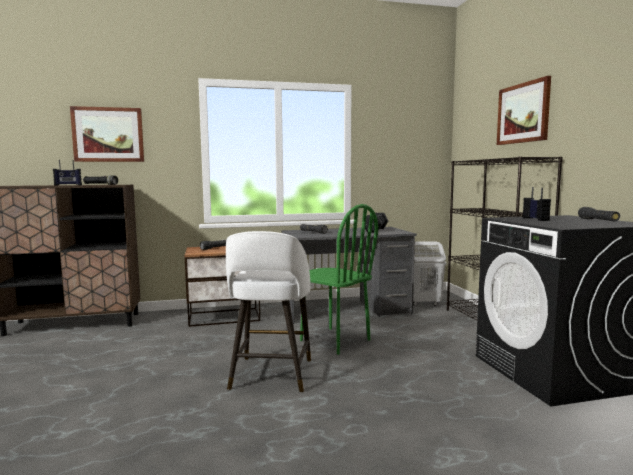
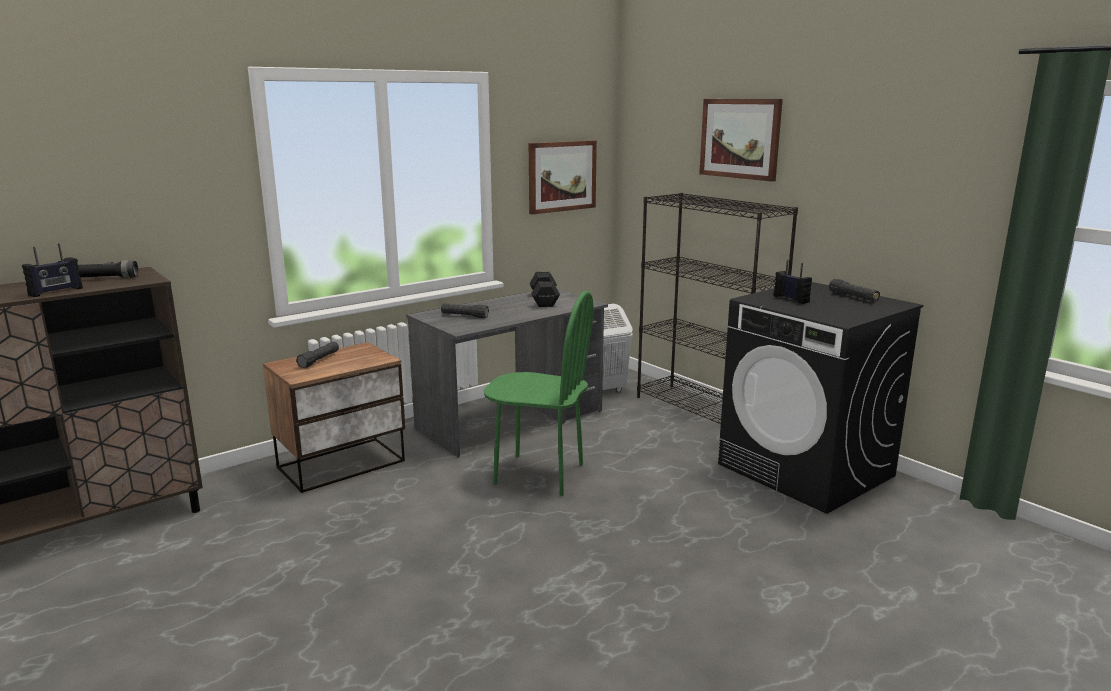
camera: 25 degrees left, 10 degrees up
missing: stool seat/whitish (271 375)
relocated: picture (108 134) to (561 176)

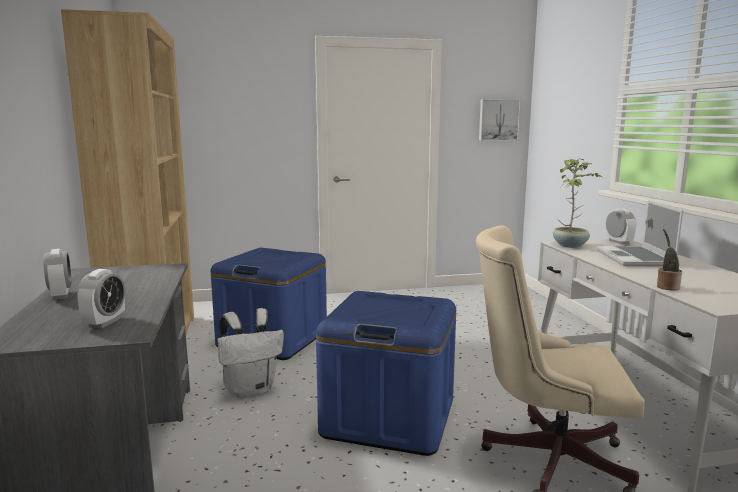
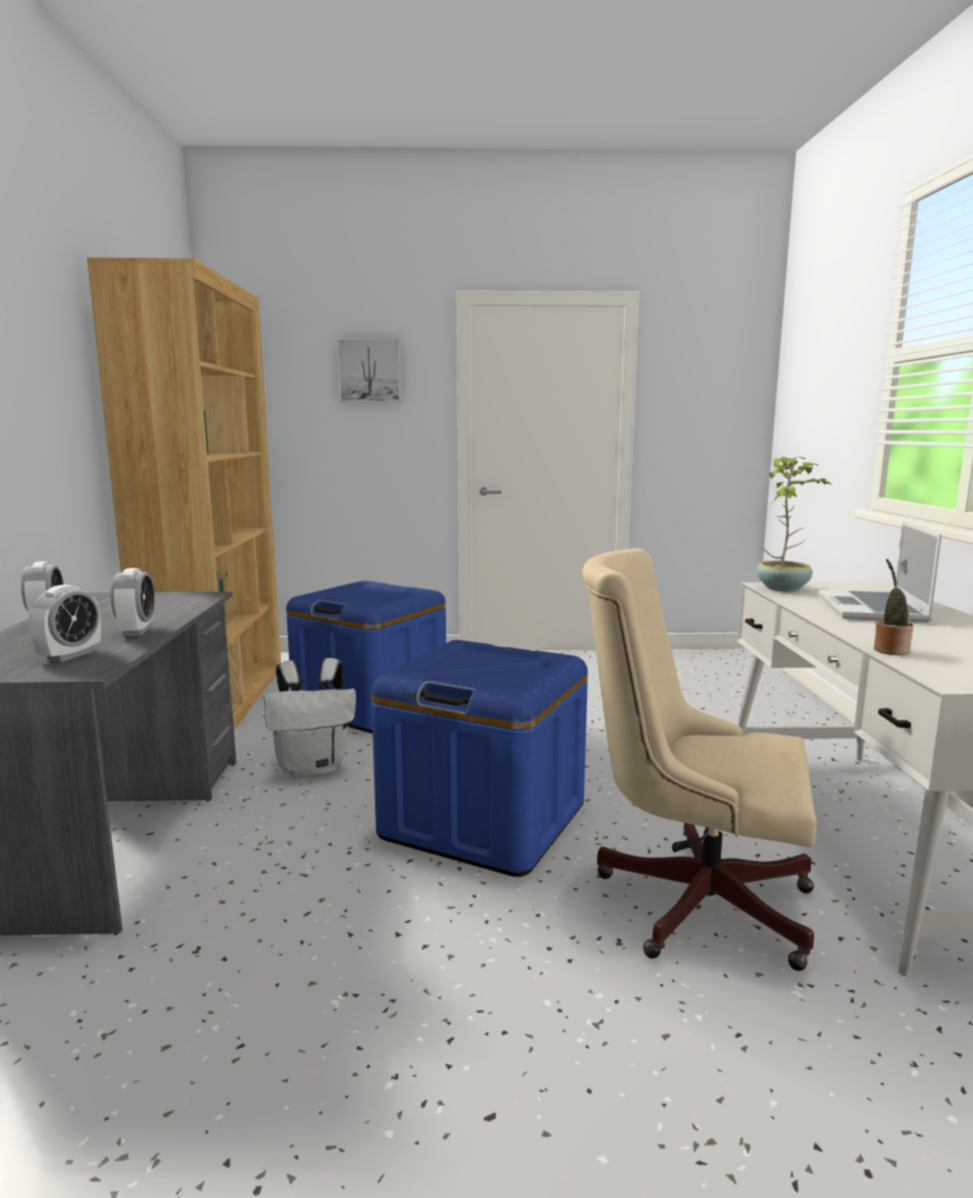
camera: 10 degrees right, 0 degrees up
relocated: table clock (618 242) to (137 631); picture (498 120) to (370 371)

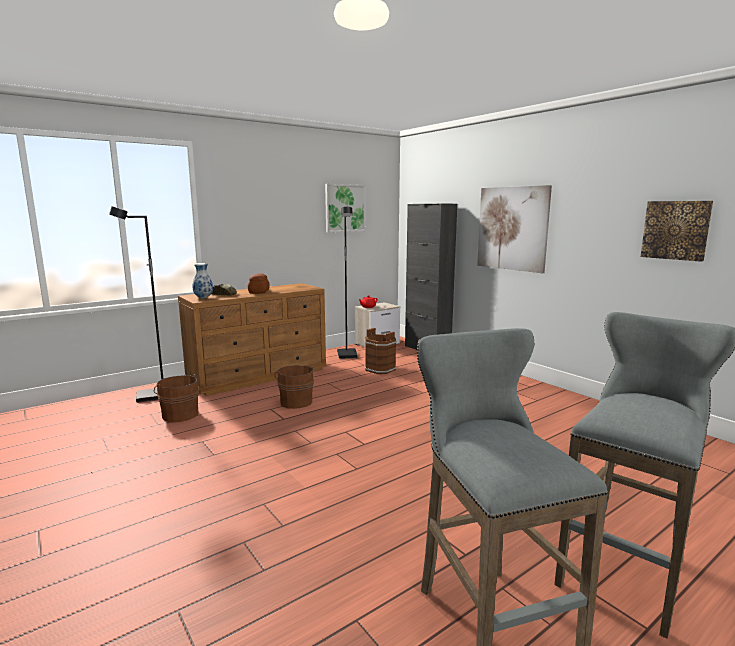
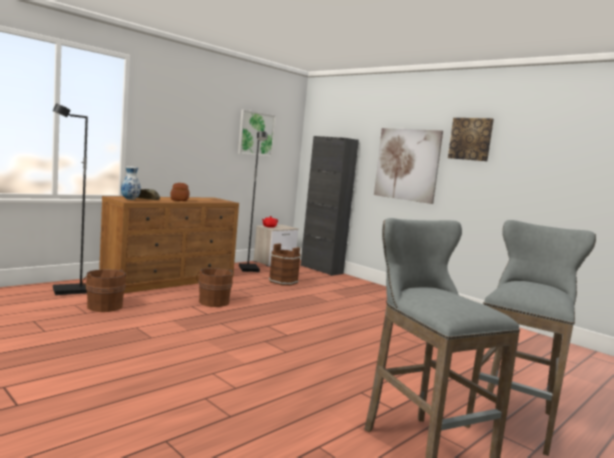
camera: 10 degrees left, 5 degrees down
relocated: picture (676 230) to (470 139)

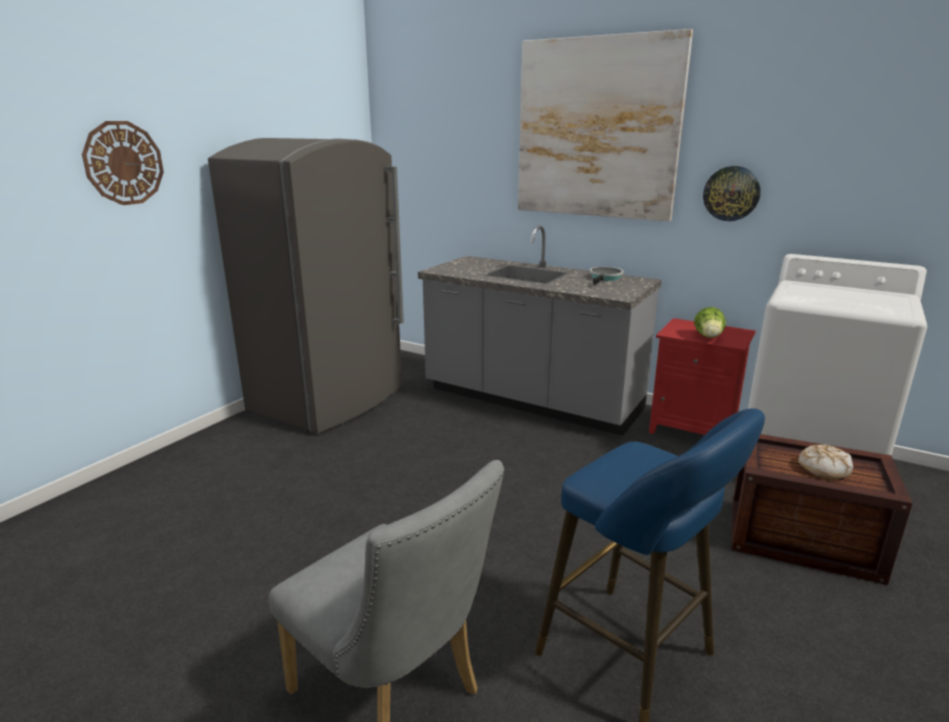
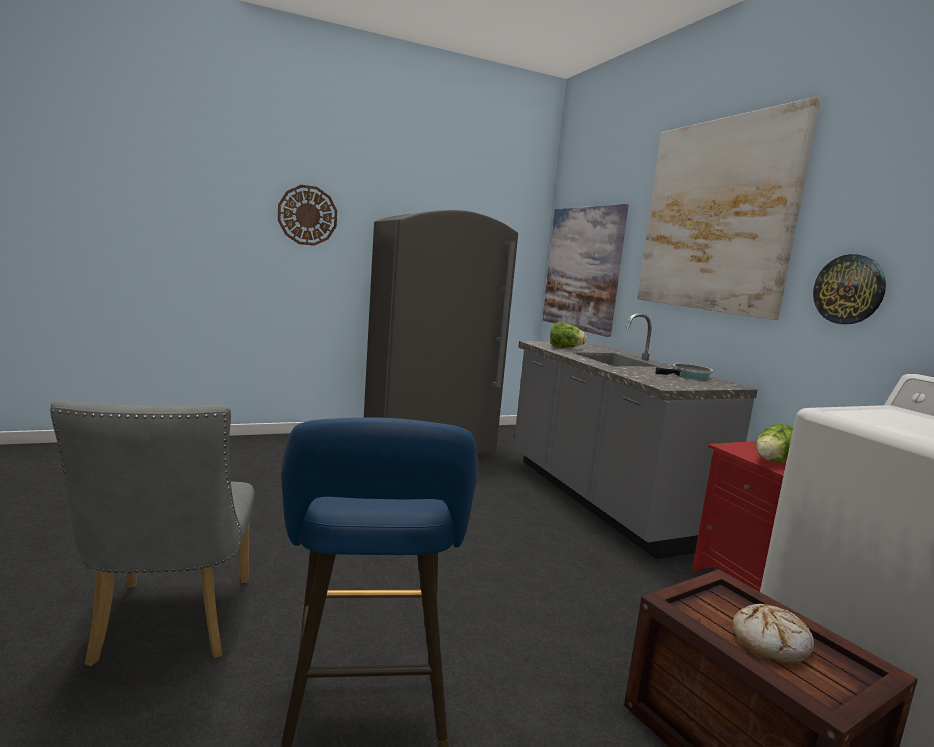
camera: 35 degrees right, 10 degrees down
appeared: picture (582 268); head of lettuce (565 348)

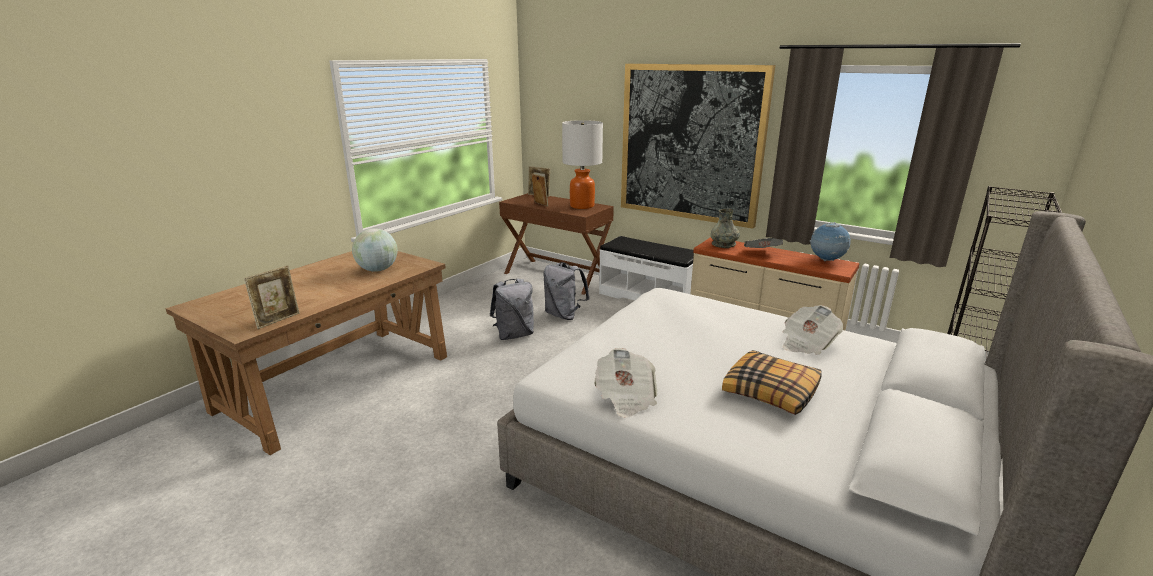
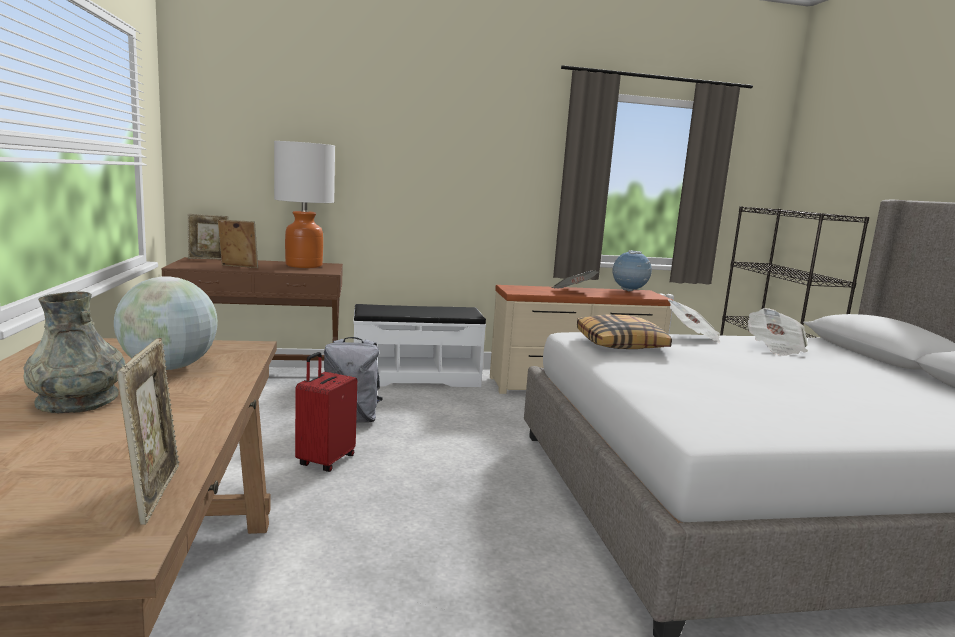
camera: 45 degrees left, 10 degrees down
missing: picture (690 143)
relocated: decorative vase/greyish (723 244) to (78 401); pillow (771 391) to (621 344); daily paper (625 398) to (693 336)
exchanged: backpack/greyish (514 335) to travel case/red (325 461)

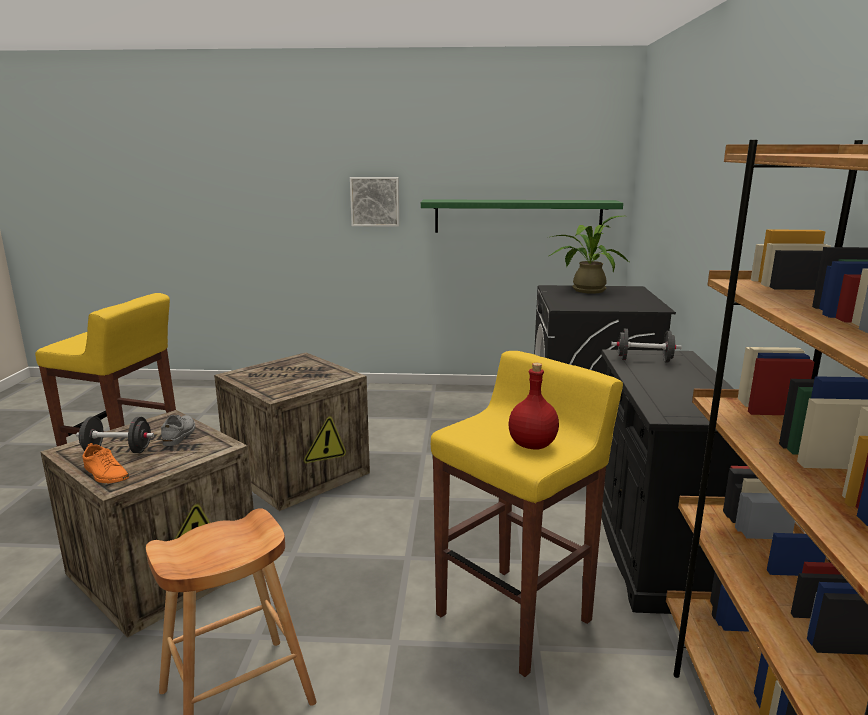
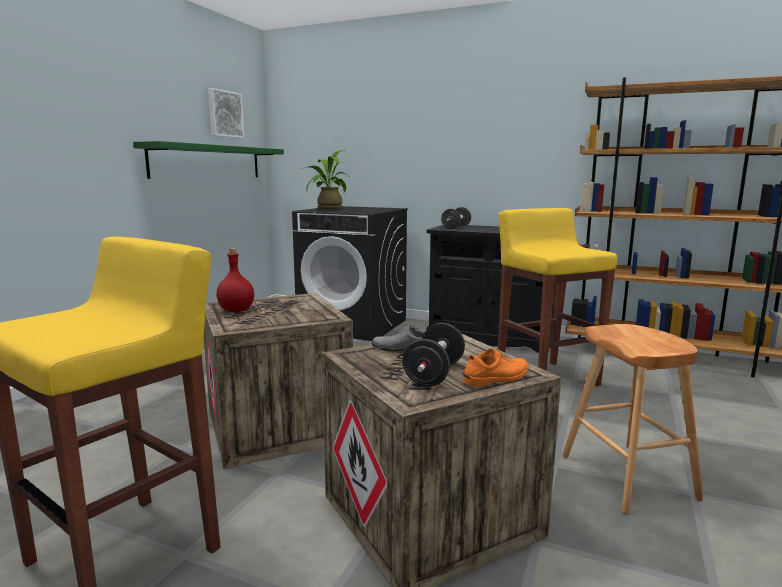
camera: 70 degrees left, 5 degrees down
relocated: picture (375 201) to (224 114); drink bottle/red (533 445) to (237 310)

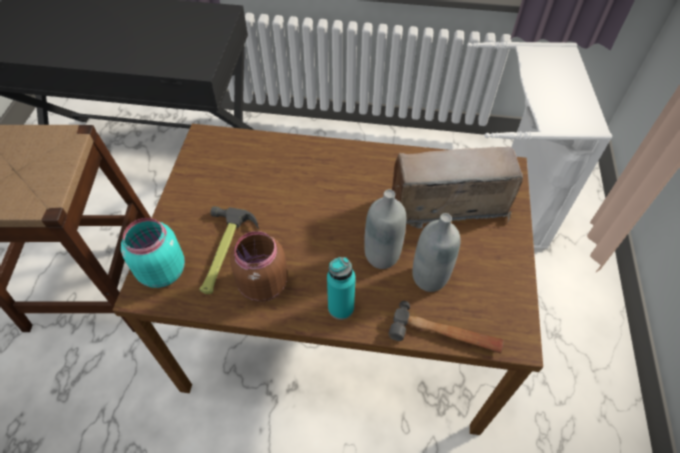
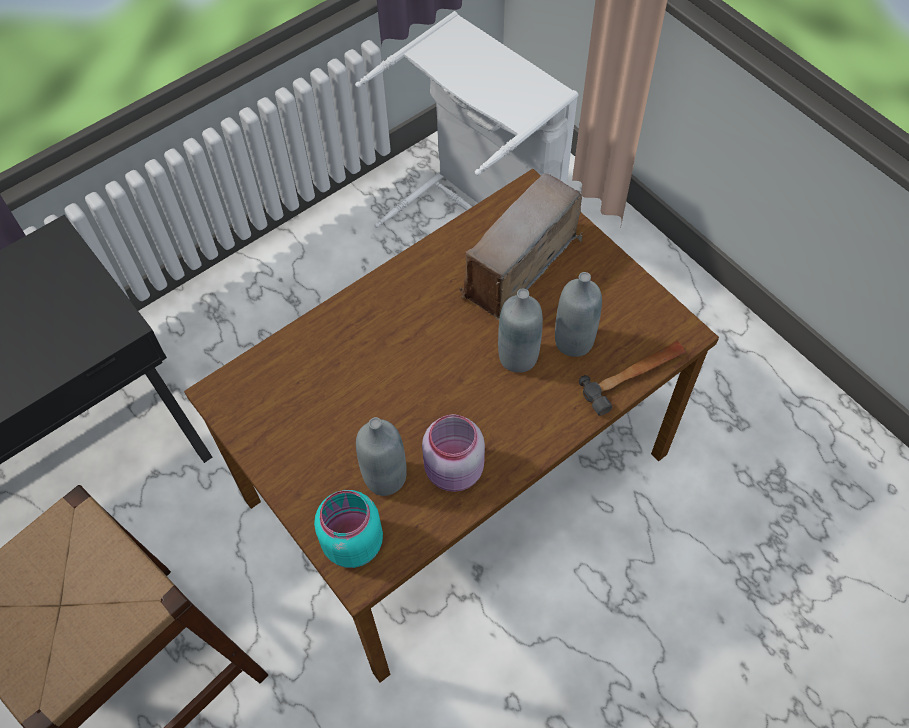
camera: 45 degrees left, 5 degrees up
missing: drink bottle/turquoise (341 308)
exchanged: hand hammer (223 252) to drink bottle/greyish (385 477)
colour: preserve jar/brown (262 285) to preserve jar/pink-coloured (453 471)

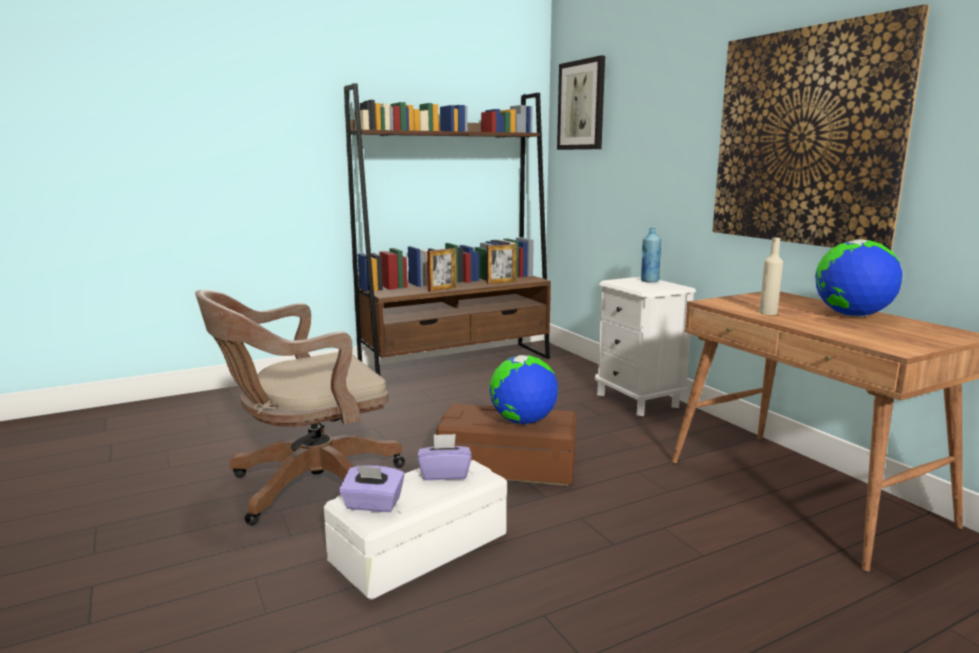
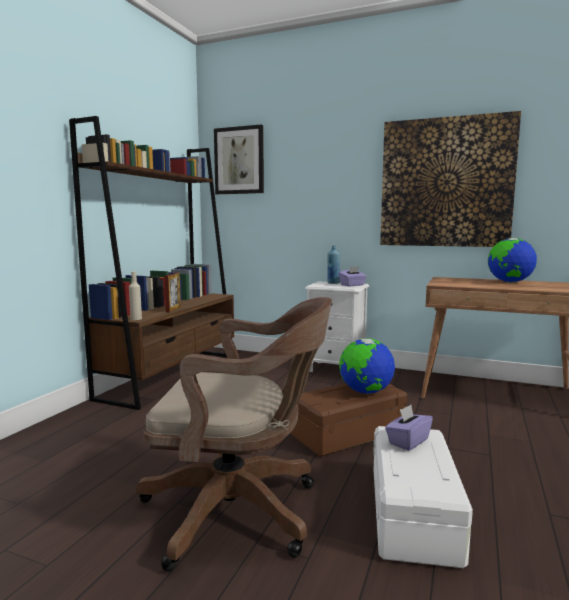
camera: 40 degrees left, 5 degrees down
missing: photo frame (501 282)
relocated: drink bottle/beige (768 312) to (136 319); box of tissues/purple-coloured (372 505) to (352 285)
spun: office chair/brown (308 486) = (240 511) 105 degrees counterclockwise

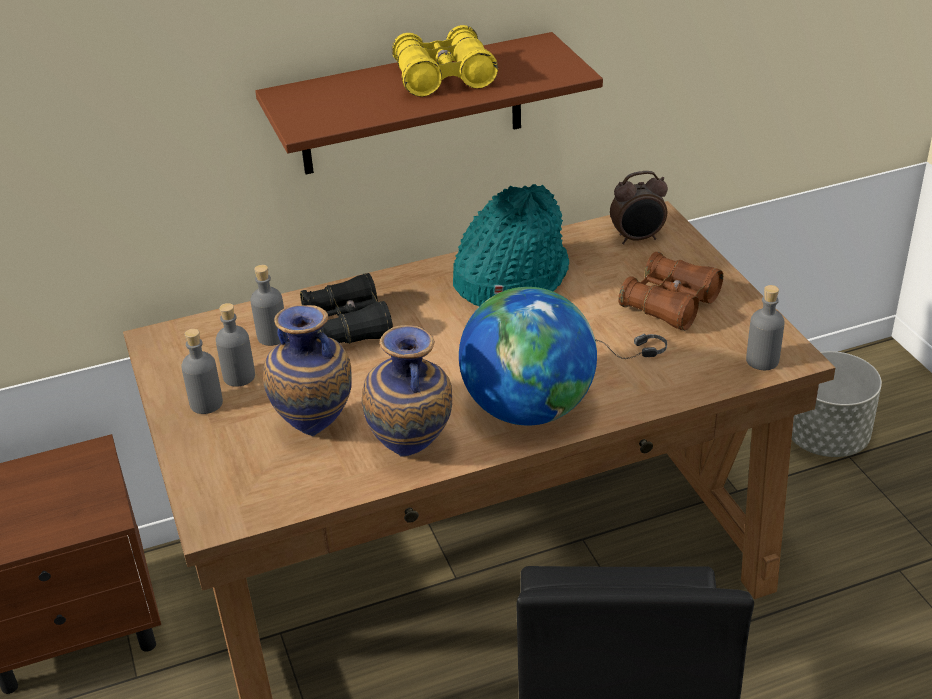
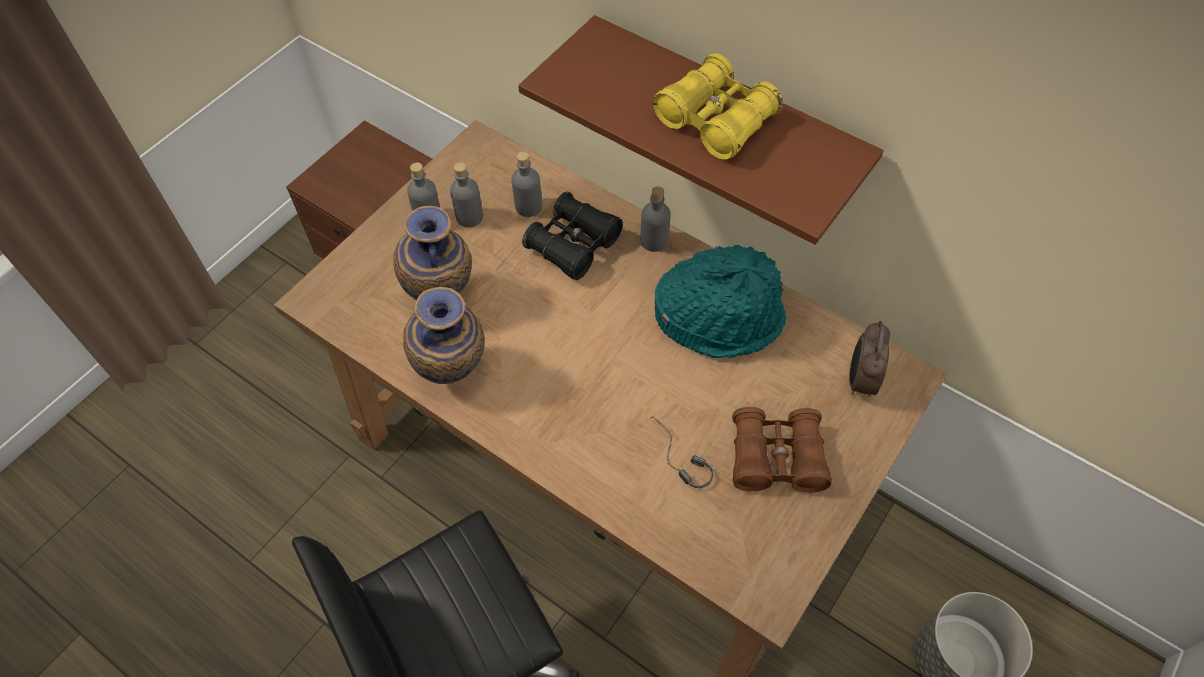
camera: 55 degrees right, 20 degrees up
missing: desk globe (528 409)
relocated: drink bottle/greyish (762 360) to (654 241)
spun: table clock (638 239) = (860 381) 60 degrees clockwise

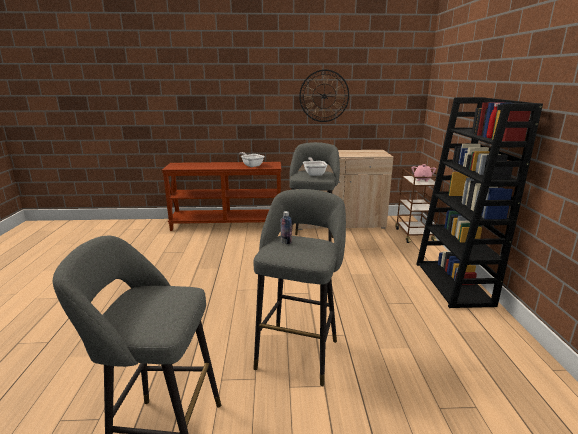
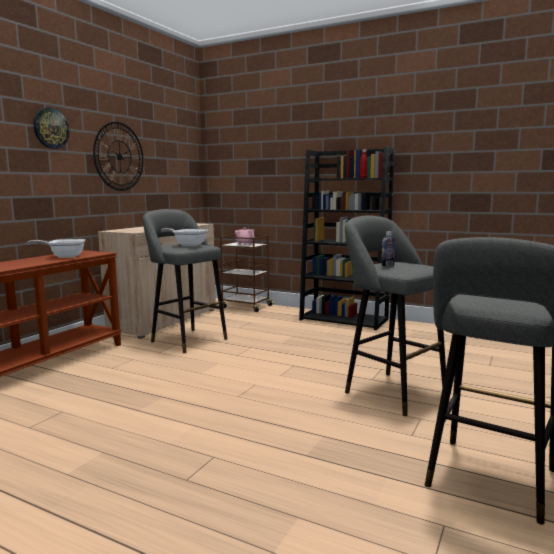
camera: 60 degrees left, 10 degrees down
appeared: clock on the wall (50 128)

